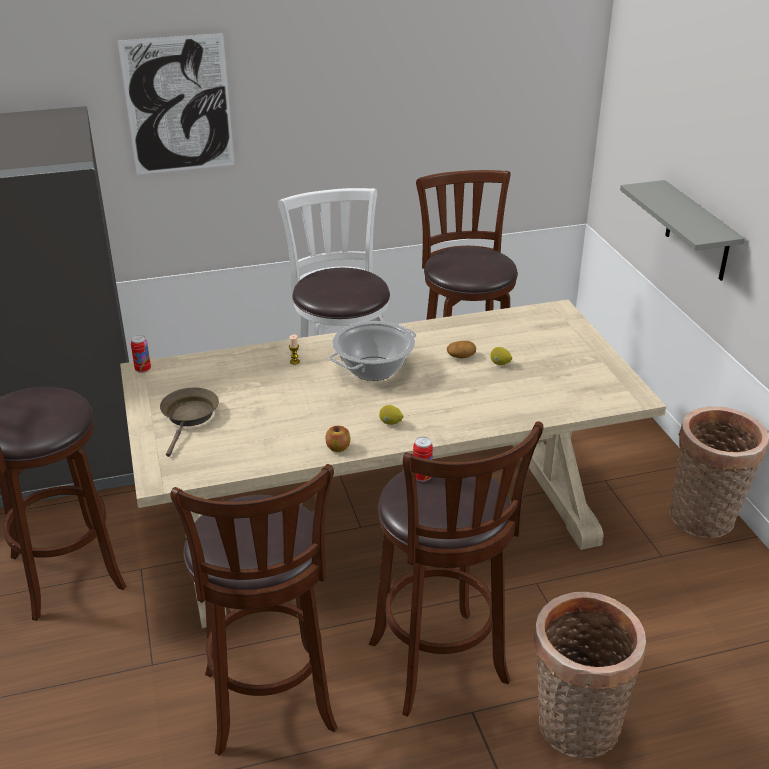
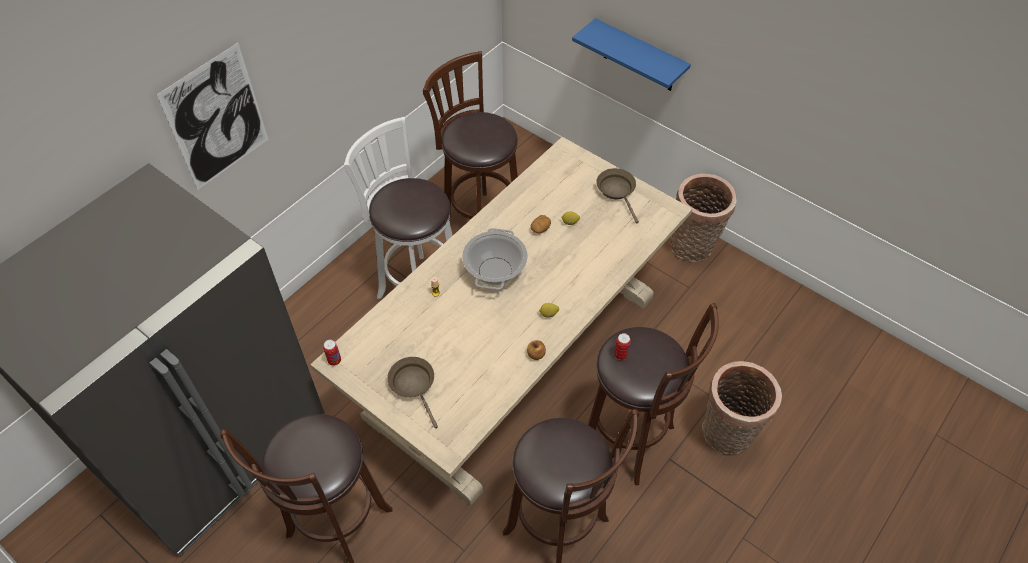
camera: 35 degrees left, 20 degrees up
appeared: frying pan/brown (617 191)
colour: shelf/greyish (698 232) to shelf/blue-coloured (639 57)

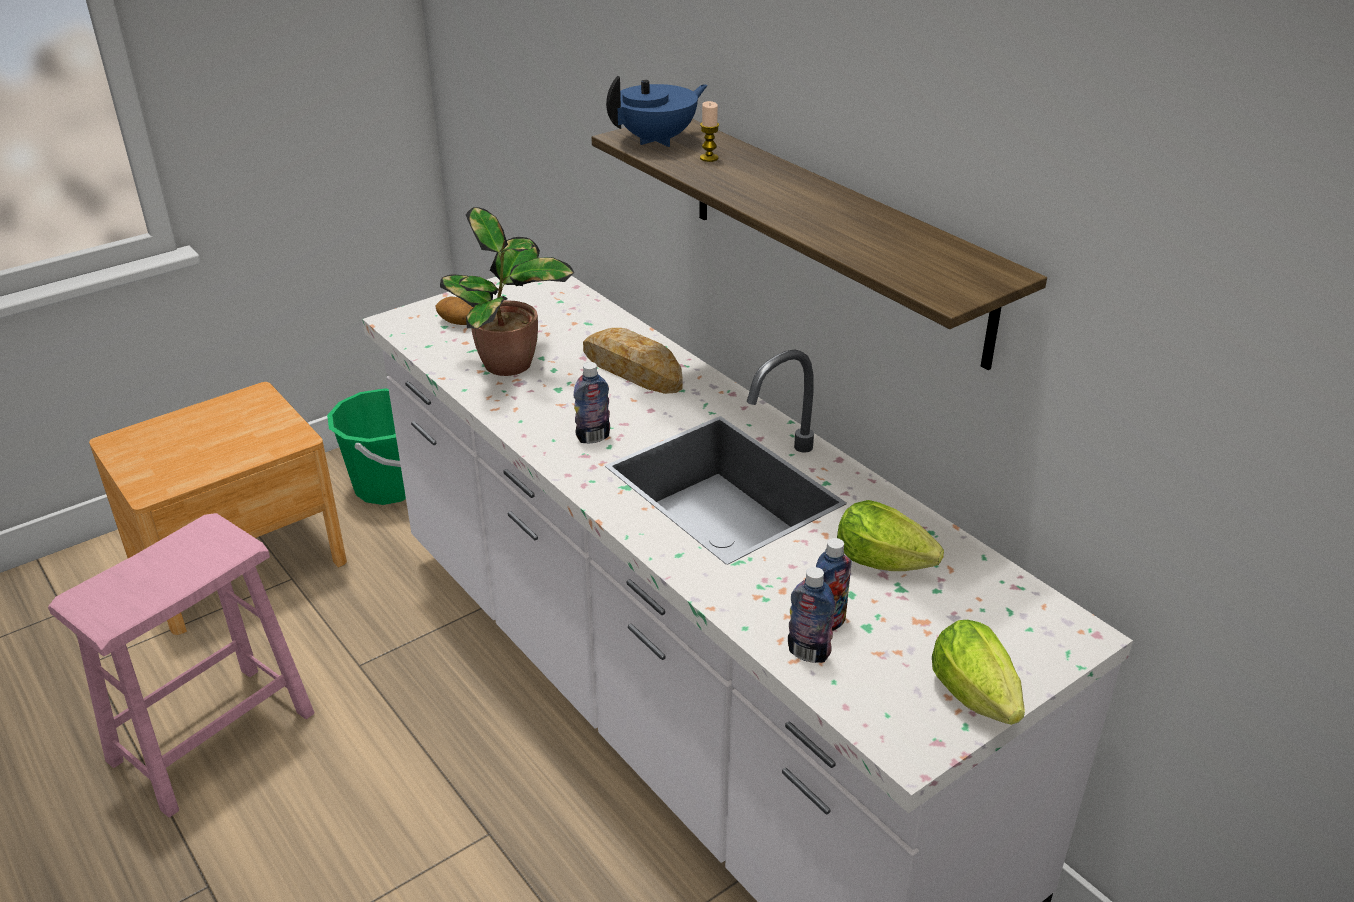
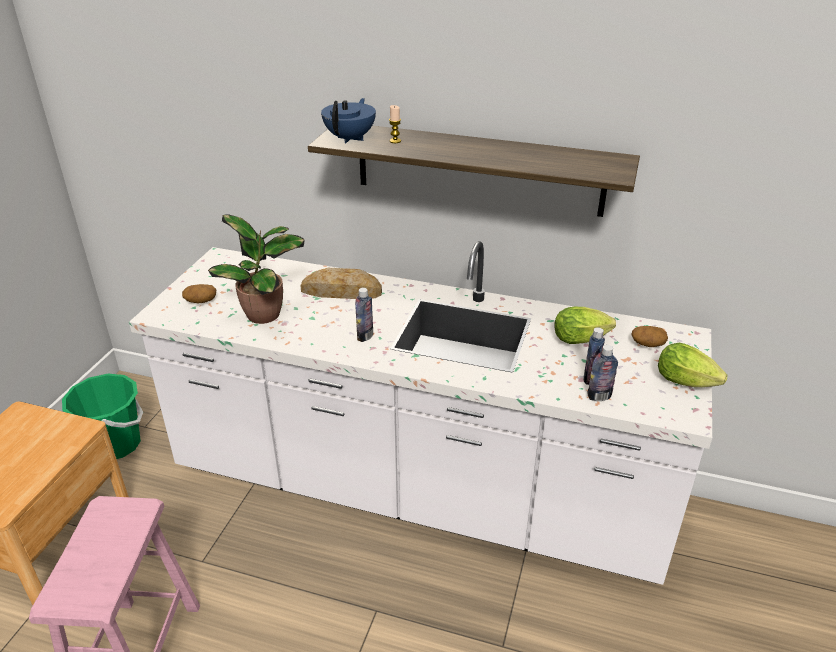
camera: 35 degrees left, 0 degrees up
appeared: potato (647 344)

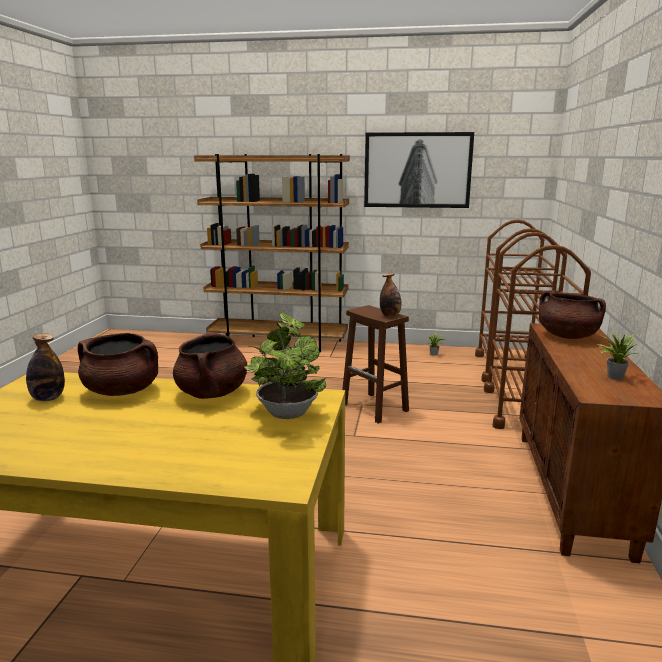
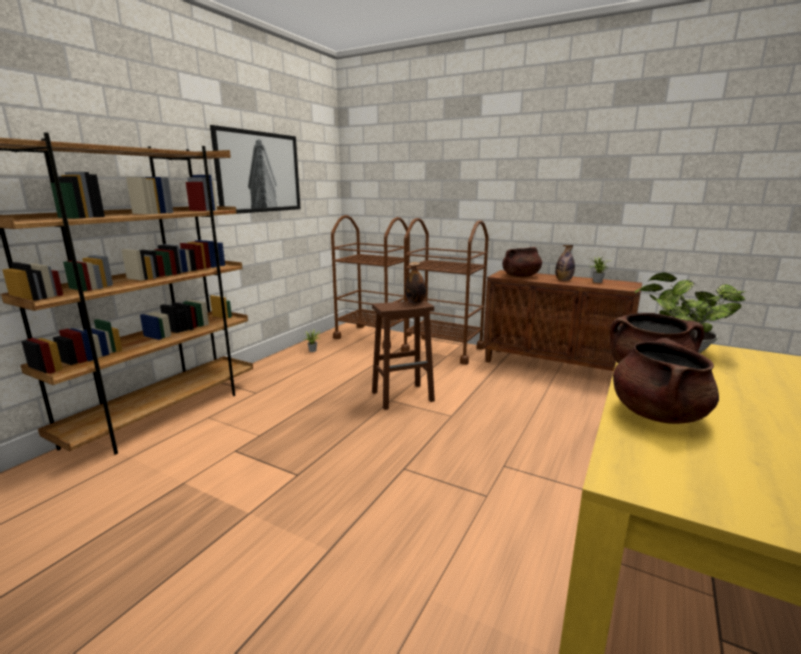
camera: 70 degrees left, 0 degrees up
relocated: drink bottle (48 398) to (563 280)

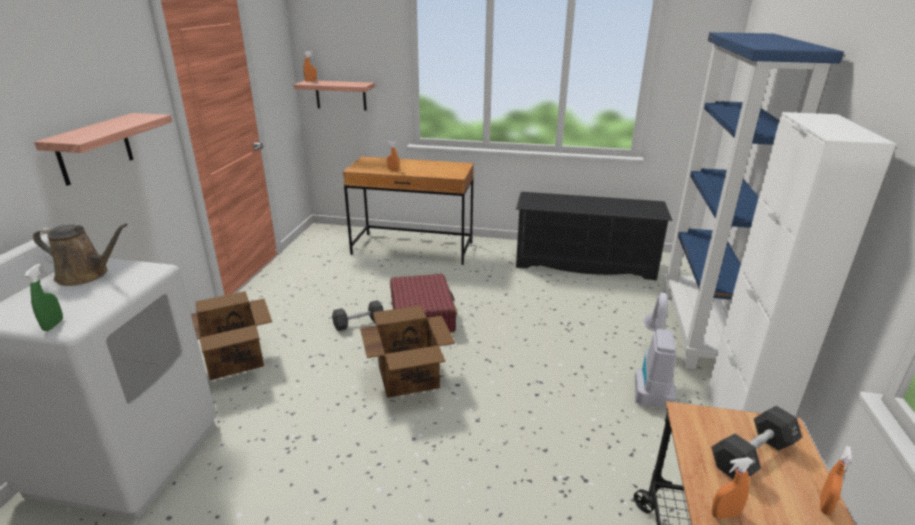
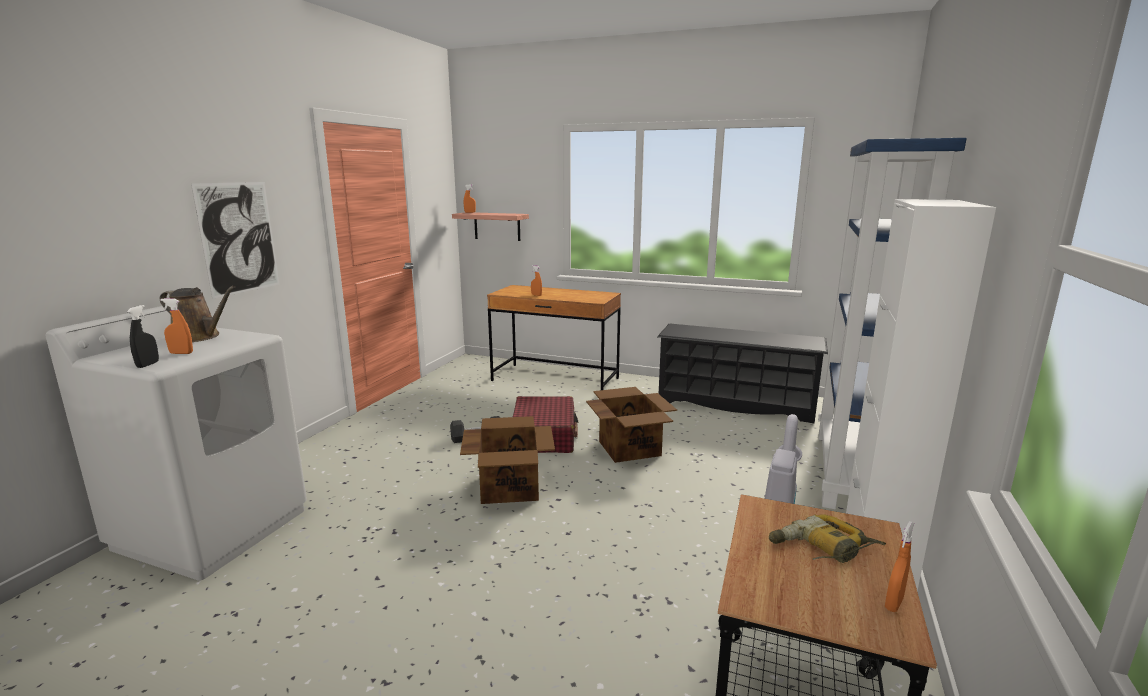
camera: 10 degrees right, 10 degrees down
relocated: sprayer/orange (725 514) to (181 353); packing box (234 358) to (629 448)
exchanged: shelf (94 149) to picture (239 238); free weight/blackish (752 455) to electric drill (822 549)
colour: sprayer/greenish (53 325) to sprayer/blackish (148 365)

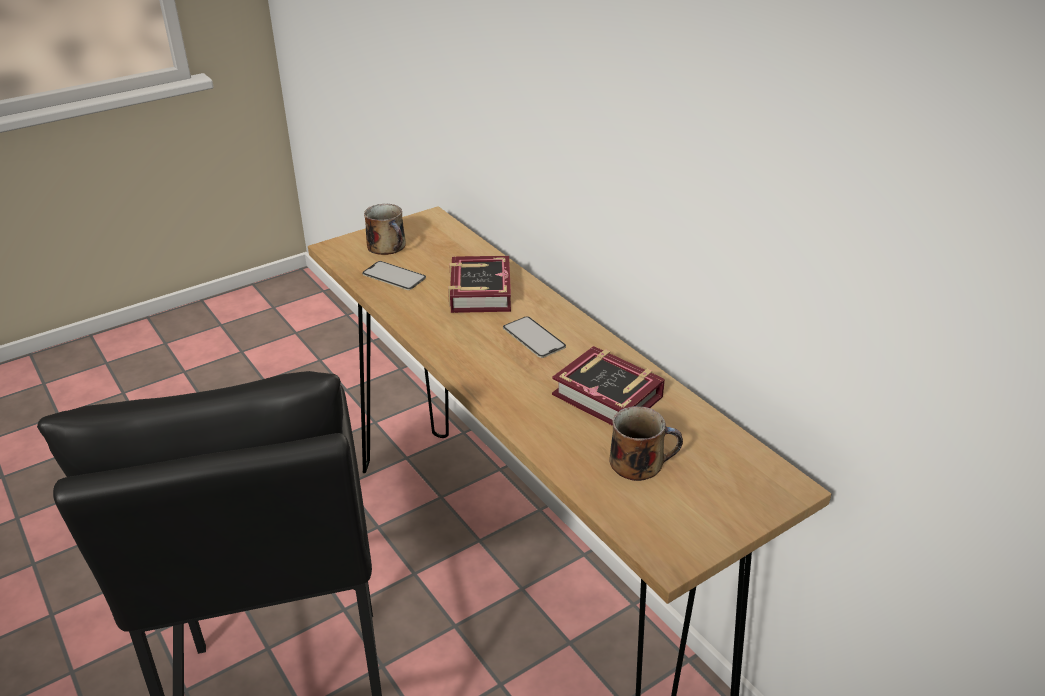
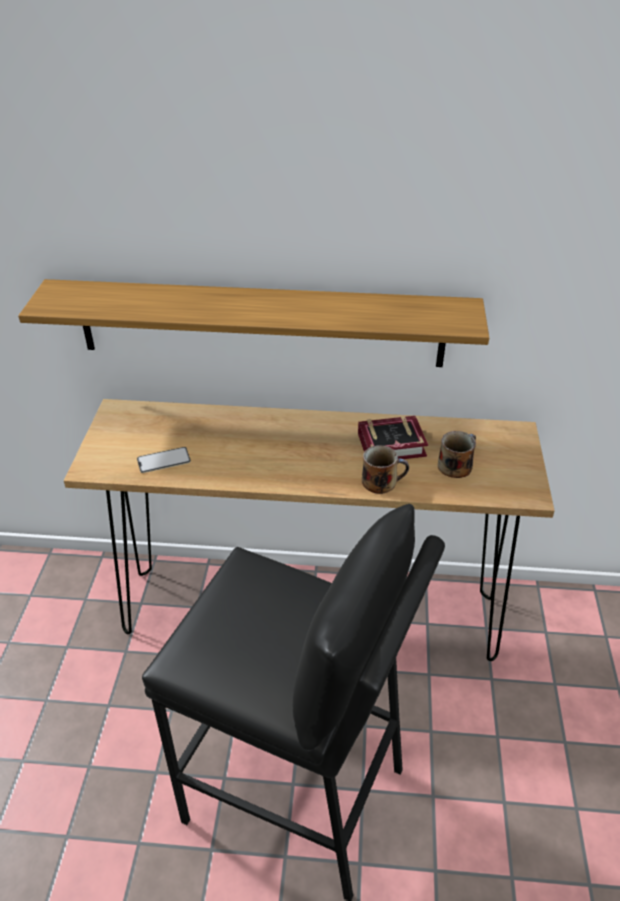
camera: 50 degrees left, 5 degrees up
missing: volume (483 290); phone (534 337)
appeared: shelf (261 323)
relocated: coffee mug (388 246) to (381 481)

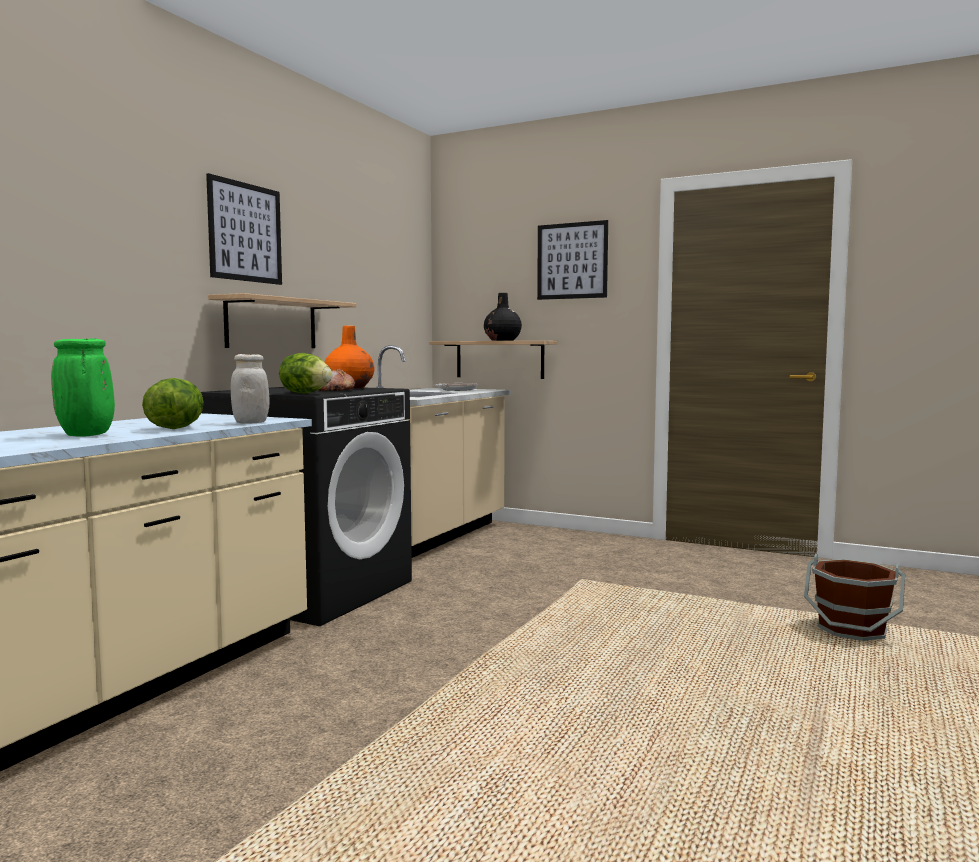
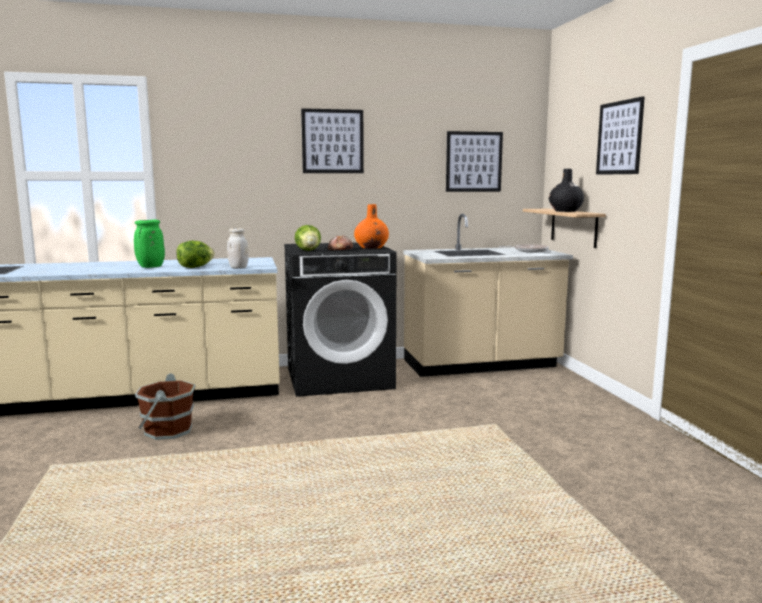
camera: 50 degrees right, 5 degrees up
missing: shelf (271 324)
appeared: picture (474 162)
relocated: bucket/brown (852 630) to (167 431)

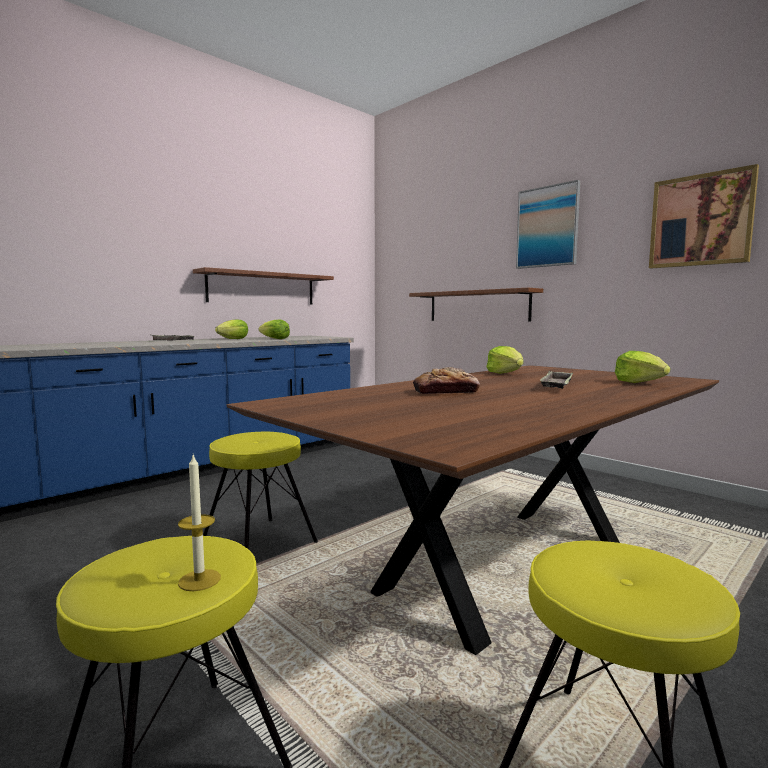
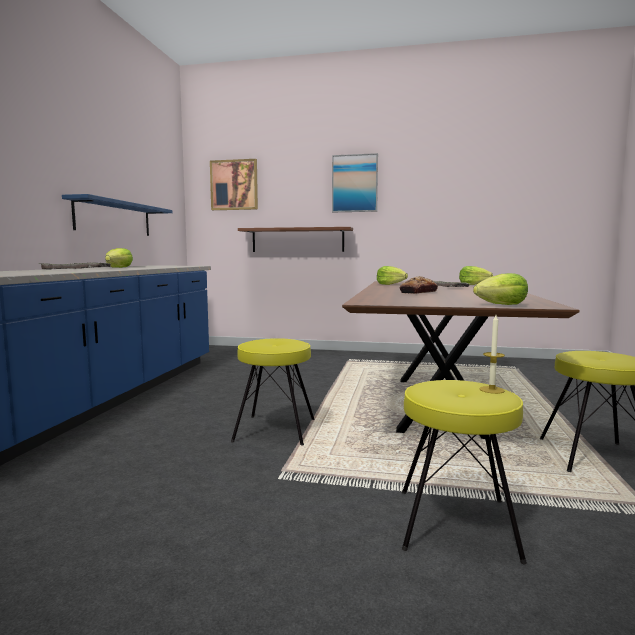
camera: 35 degrees left, 0 degrees up
relocated: picture (700 220) to (234 185); head of lettuce (275 339) to (501 305)
colour: shelf/brown (262 288) to shelf/blue-coloured (114 218)

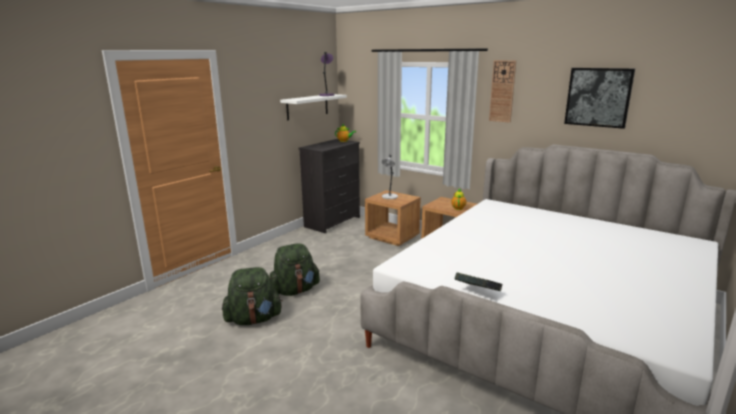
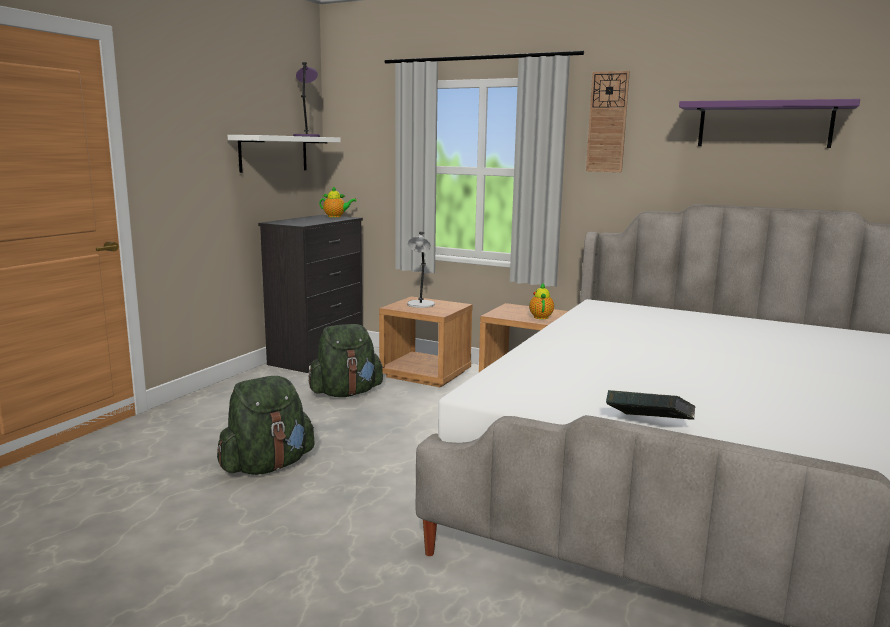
camera: 10 degrees left, 5 degrees down
relocated: backpack/greenish (253 319) to (346 393)
exchanged: picture (598 97) to shelf/purple-coloured (764 125)

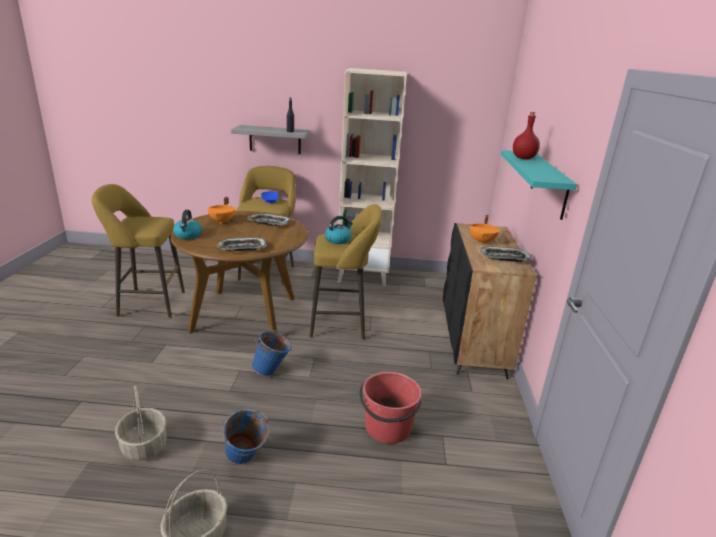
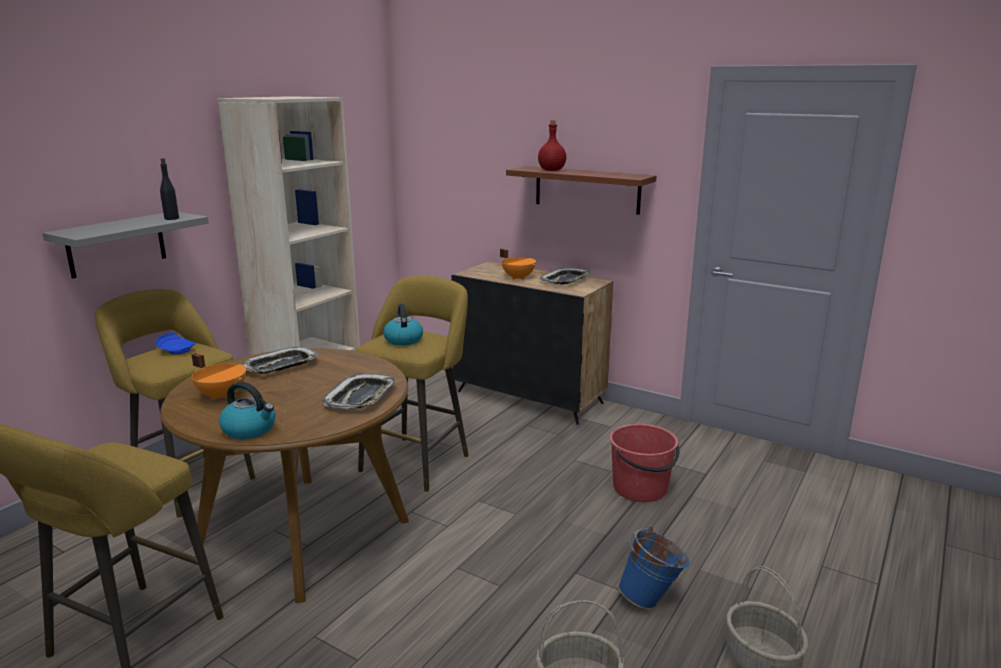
camera: 60 degrees left, 5 degrees down
missing: bucket/blue-coloured (272 371)
colour: shelf/turquoise (549 184) to shelf/brown (587 189)

